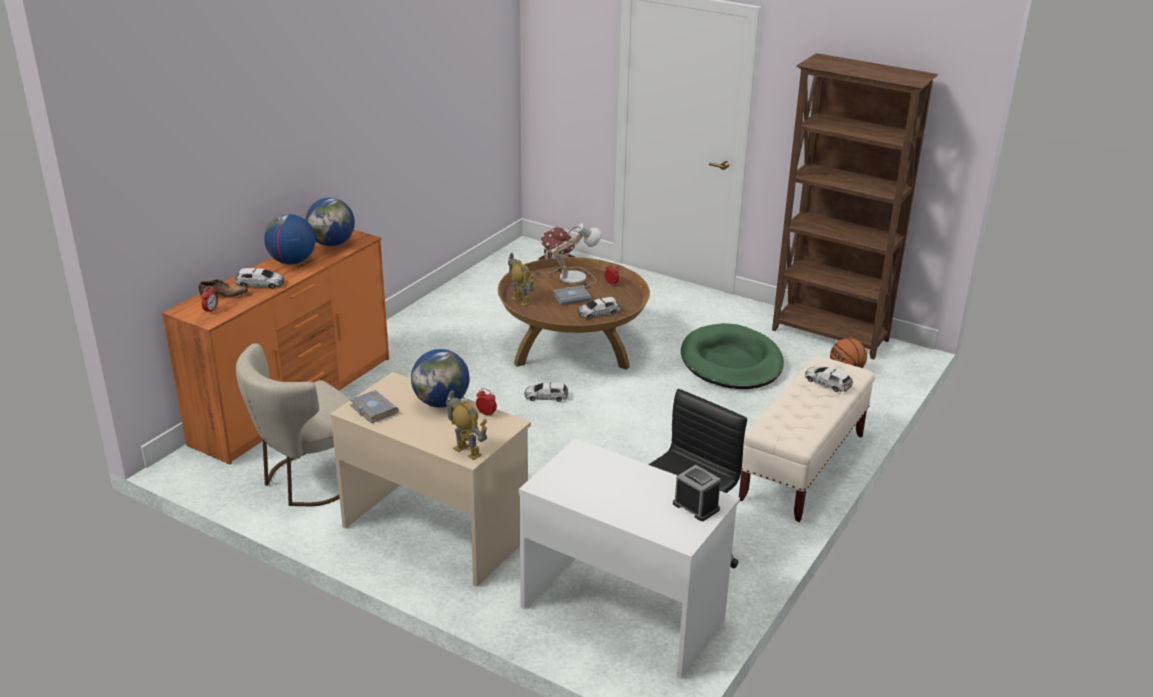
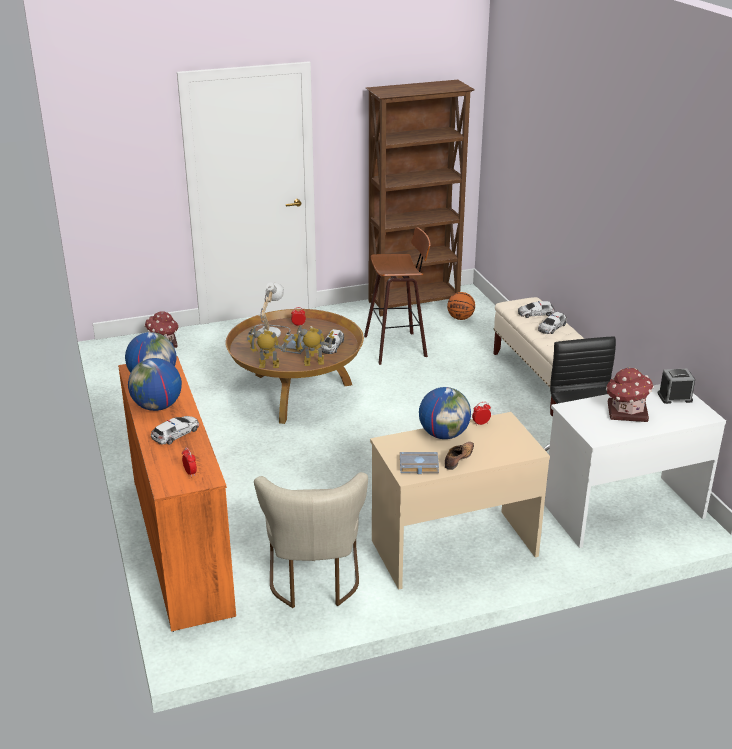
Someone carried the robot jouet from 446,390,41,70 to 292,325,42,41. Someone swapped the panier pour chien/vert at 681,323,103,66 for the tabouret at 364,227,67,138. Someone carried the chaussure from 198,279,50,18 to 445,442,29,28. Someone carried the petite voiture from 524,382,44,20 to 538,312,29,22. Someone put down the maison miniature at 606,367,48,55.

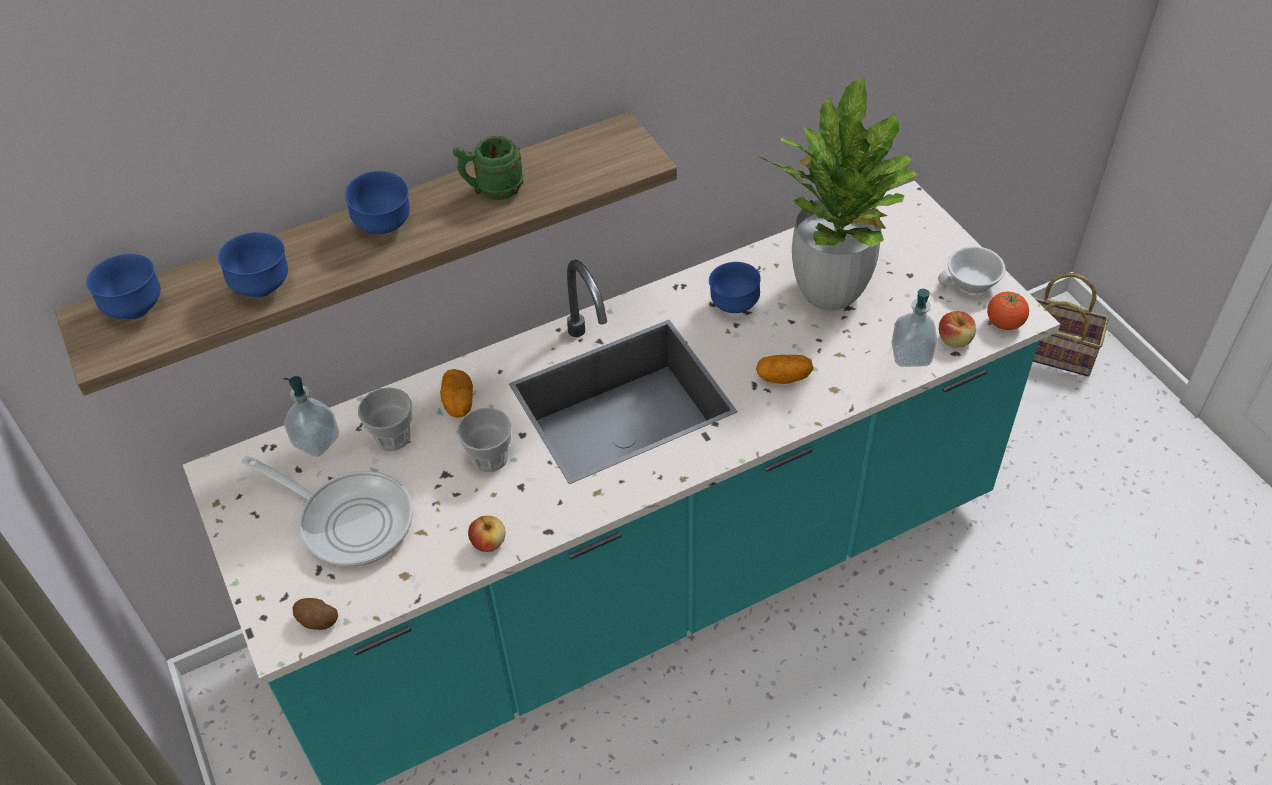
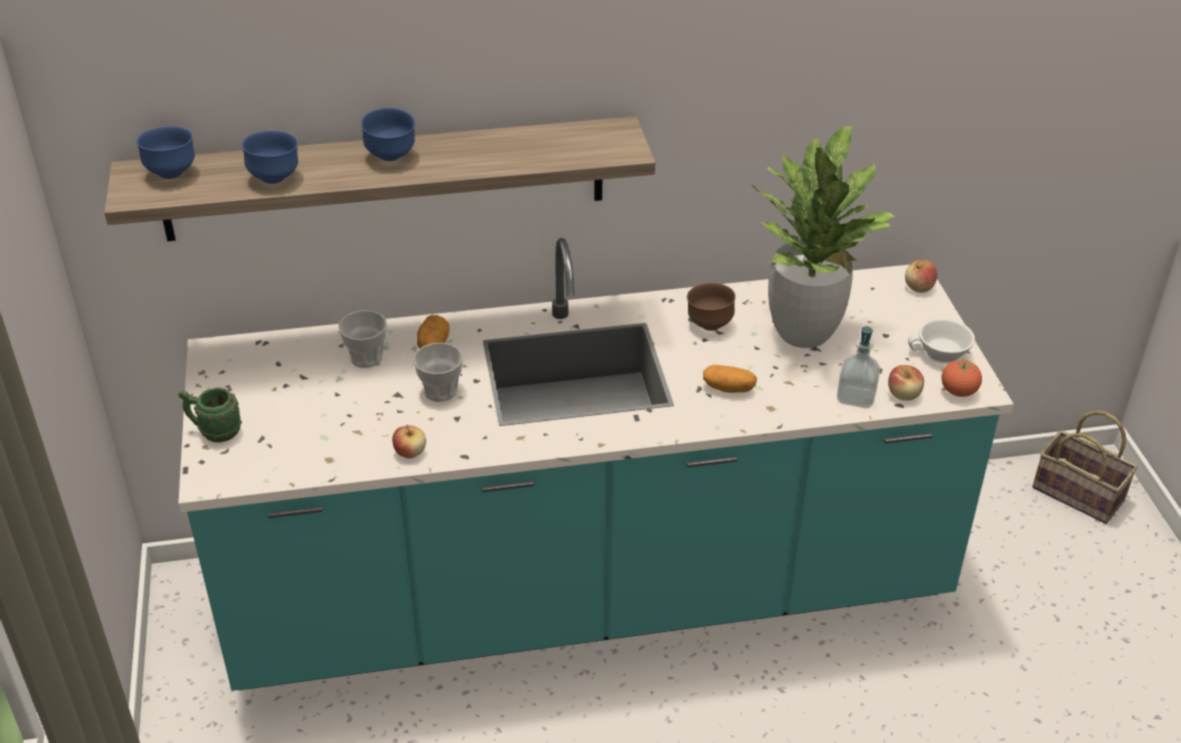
Someone carried the mug/vert from 453,136,70,64 to 178,387,64,55. Someone repainted the bol/bleu at 709,262,52,51, which became the bol/marron at 687,283,49,48. Someone put down the pomme at 905,260,32,33. Someone took away the poêle at 241,455,172,112. Someone took away the distributeur de savon at 283,376,56,81. Someone took away the pomme de terre at 293,598,45,32.

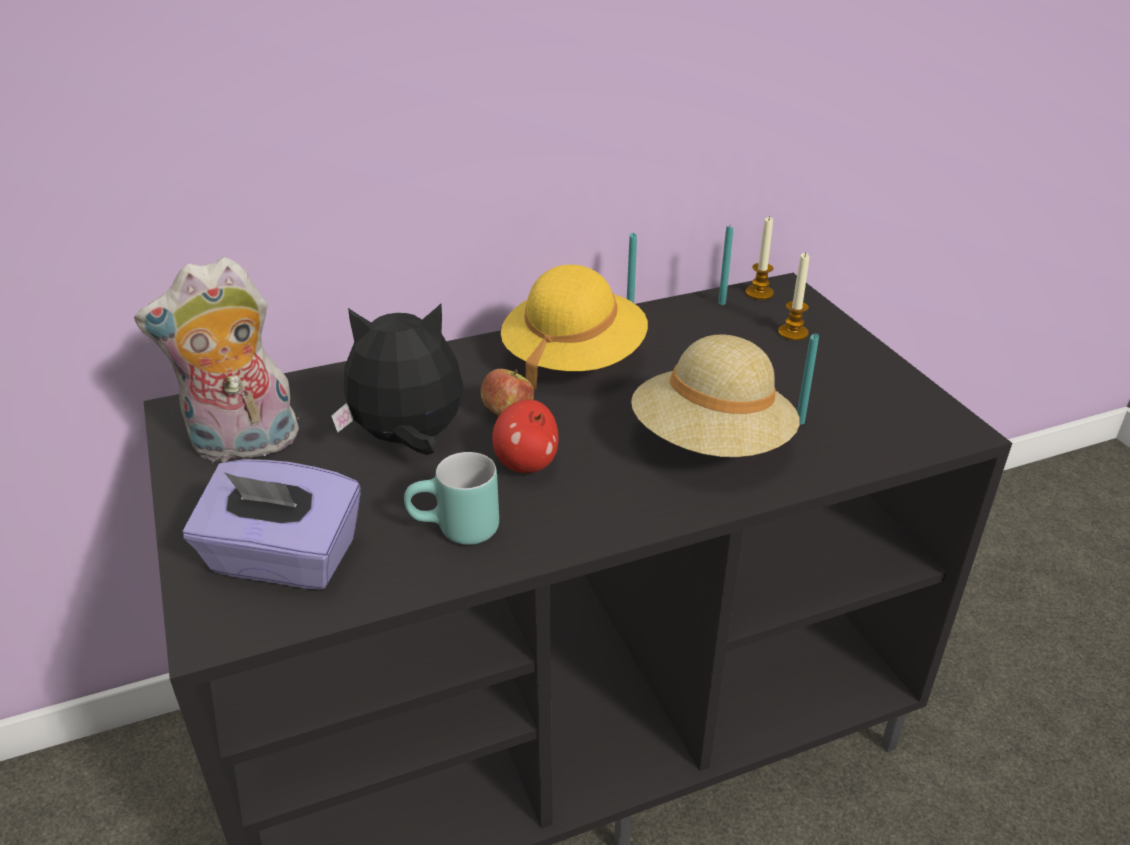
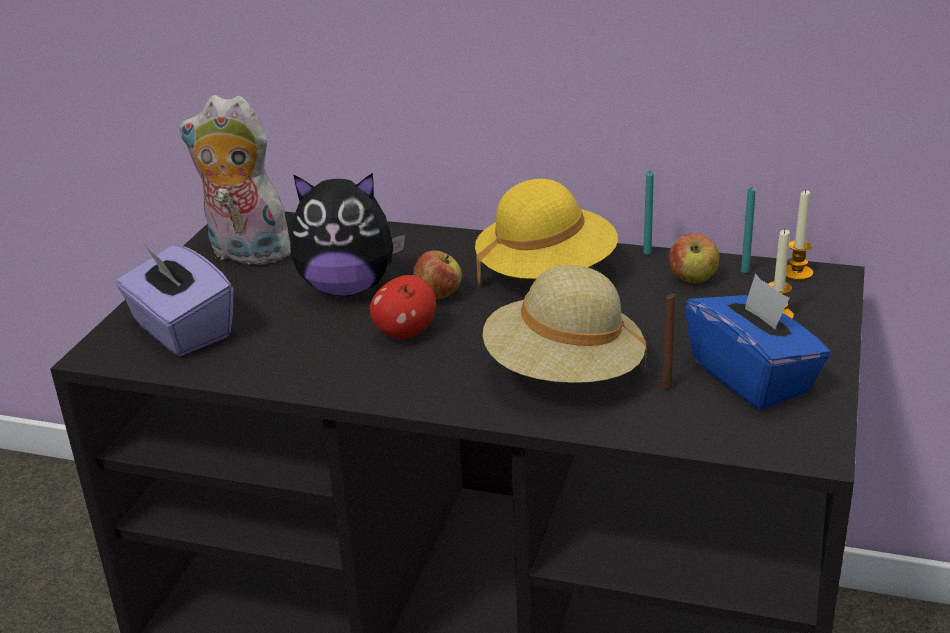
Someone rotated the peluche at 331,304,133,151 by 150 degrees clockwise. Someone repainted the bougie/turquoise at 797,334,22,91, which became the bougie/marron at 662,294,13,95. Someone put down the pomme at 669,233,50,50. Someone put down the boîte à mouchoirs/bleu at 685,273,146,137. Someone took away the mug/turquoise at 404,452,95,93.

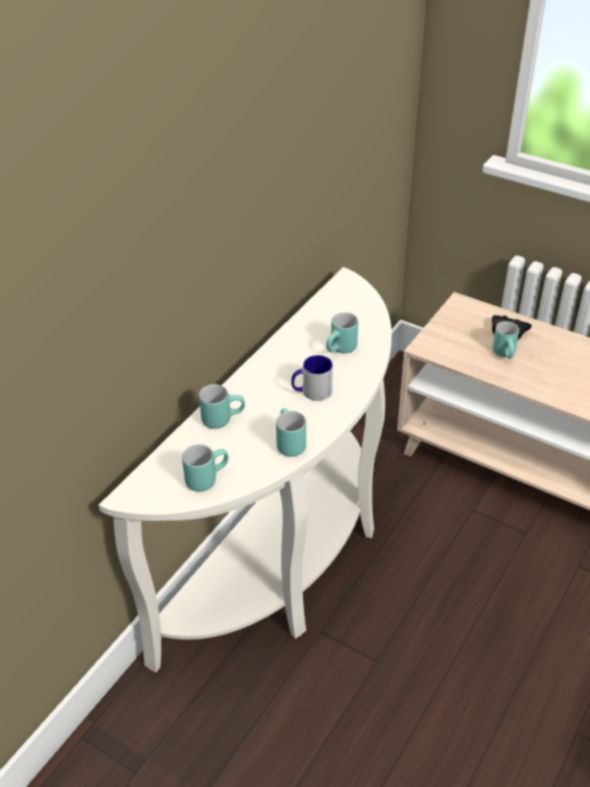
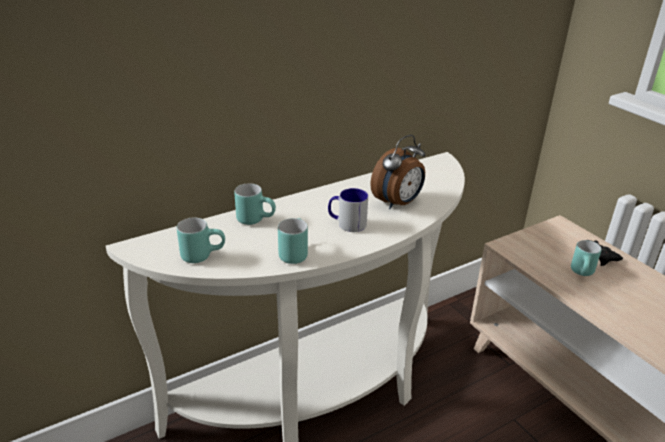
Someone swapped the mug/turquoise at 326,312,32,41 for the réveil at 370,135,55,74.

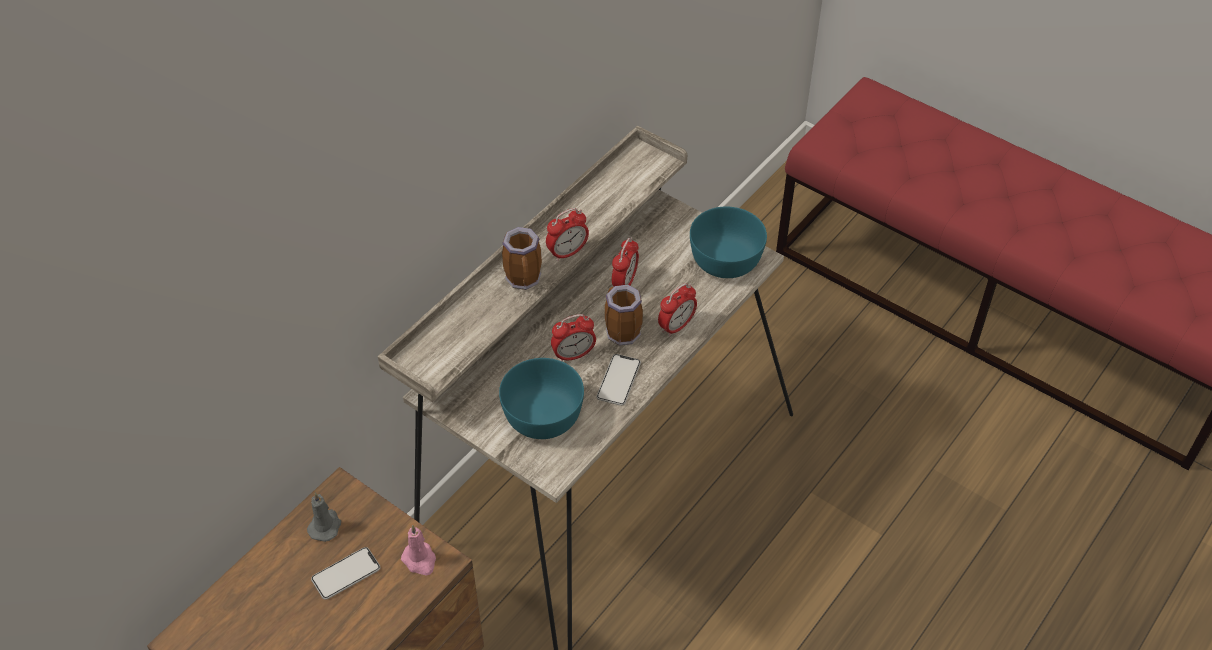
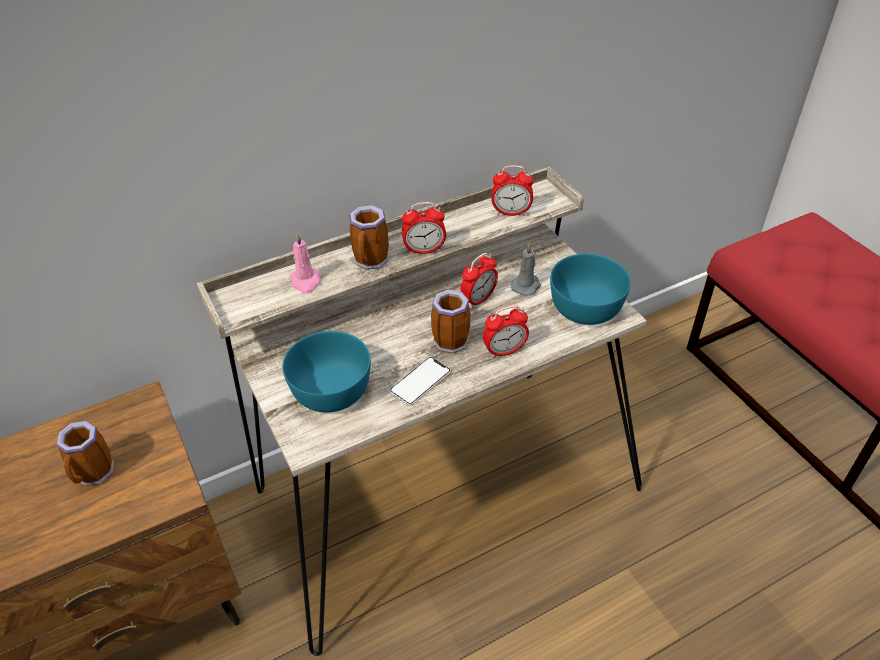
Someone swapped the téléphone at 311,547,70,53 for the mug at 57,421,57,65. Someone carried the bougie/rose from 401,525,35,51 to 290,233,30,61. Someone carried the réveil from 551,314,45,47 to 491,165,43,51. Someone carried the bougie/gris from 307,492,34,50 to 510,243,31,53.

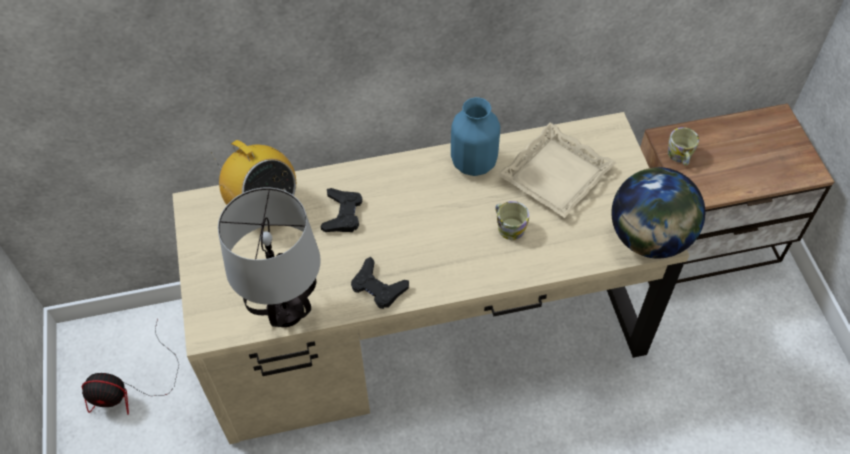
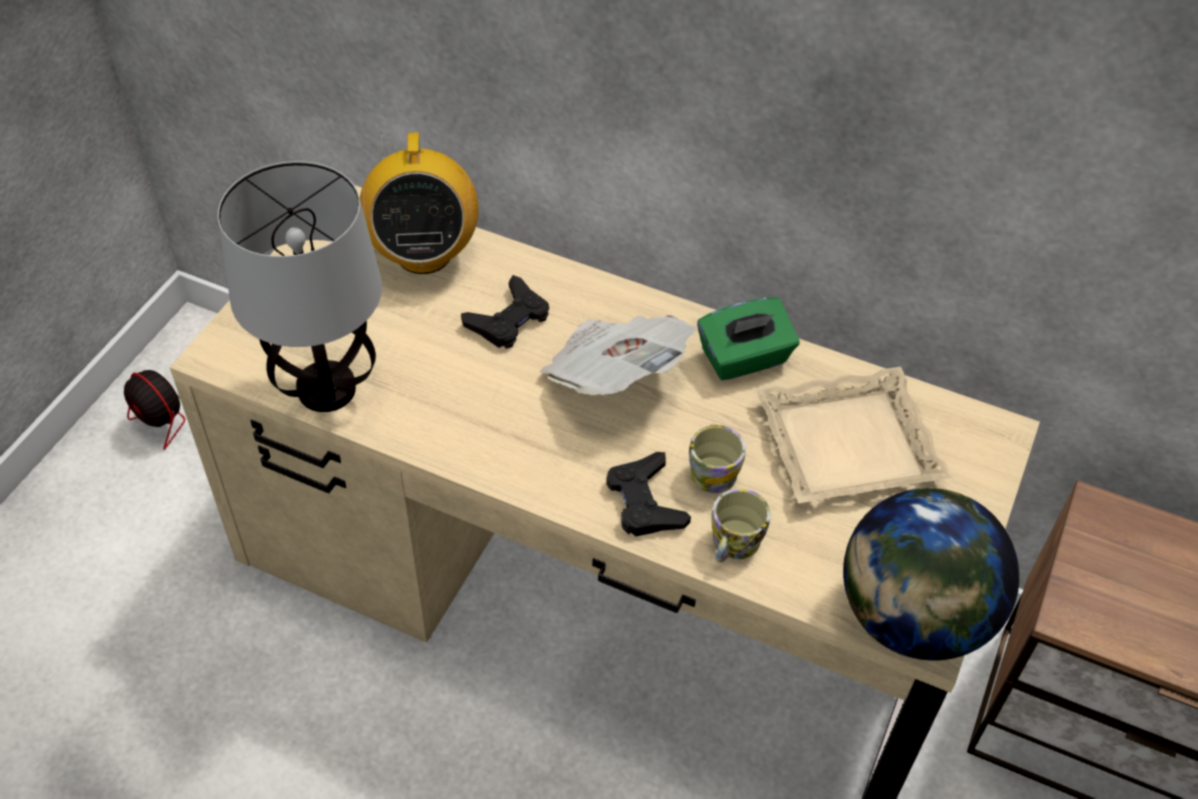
Someone put down the journal at 540,315,156,80. Someone carried the manette/noir from 351,257,58,52 to 606,452,85,85. Someone swapped the vase/bleu at 451,97,49,79 for the boîte à mouchoirs/vert at 697,298,103,82. Someone carried the mug from 668,127,31,39 to 711,489,59,73.

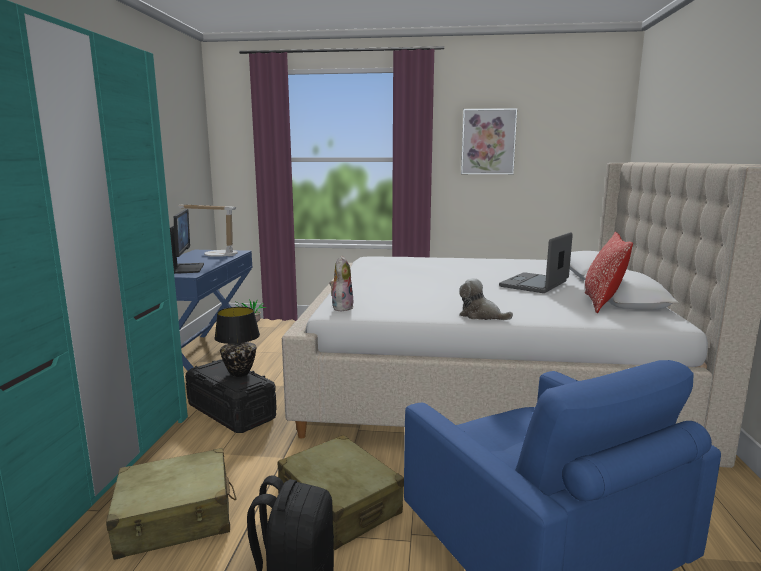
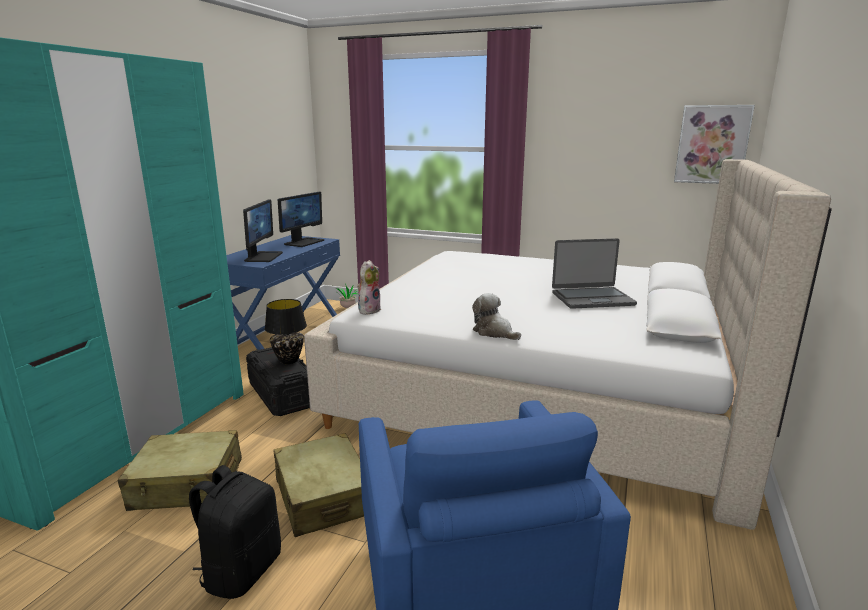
Someone swapped the lampe de table at 179,205,59,52 for the écran d'ordinateur at 278,192,46,55. Someone rotated the ordinateur portable at 499,232,74,61 by 150 degrees counterclockwise. Someone carried the tableau from 461,108,56,66 to 674,105,81,79. Someone took away the coussin at 585,232,48,81.

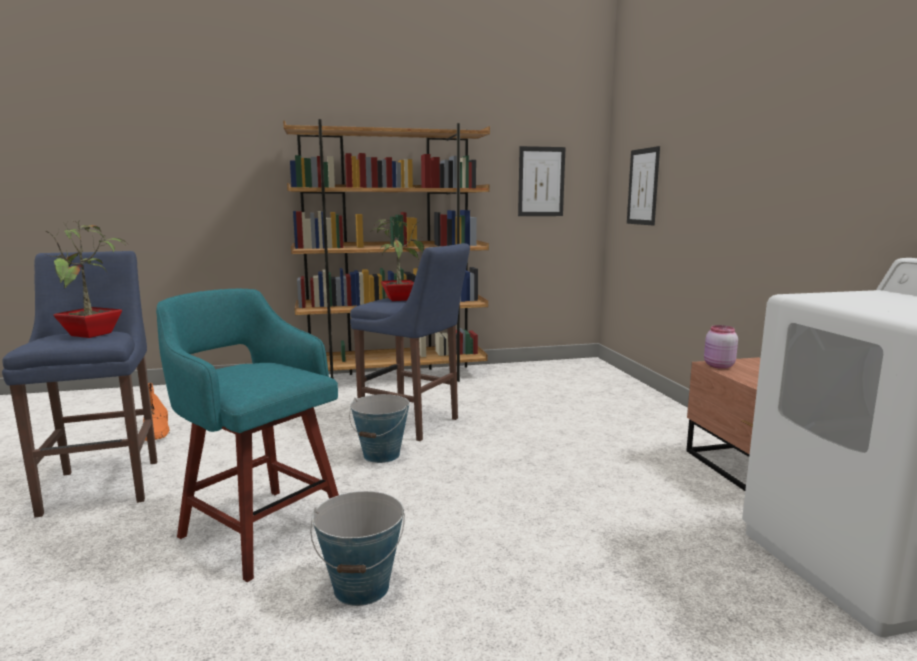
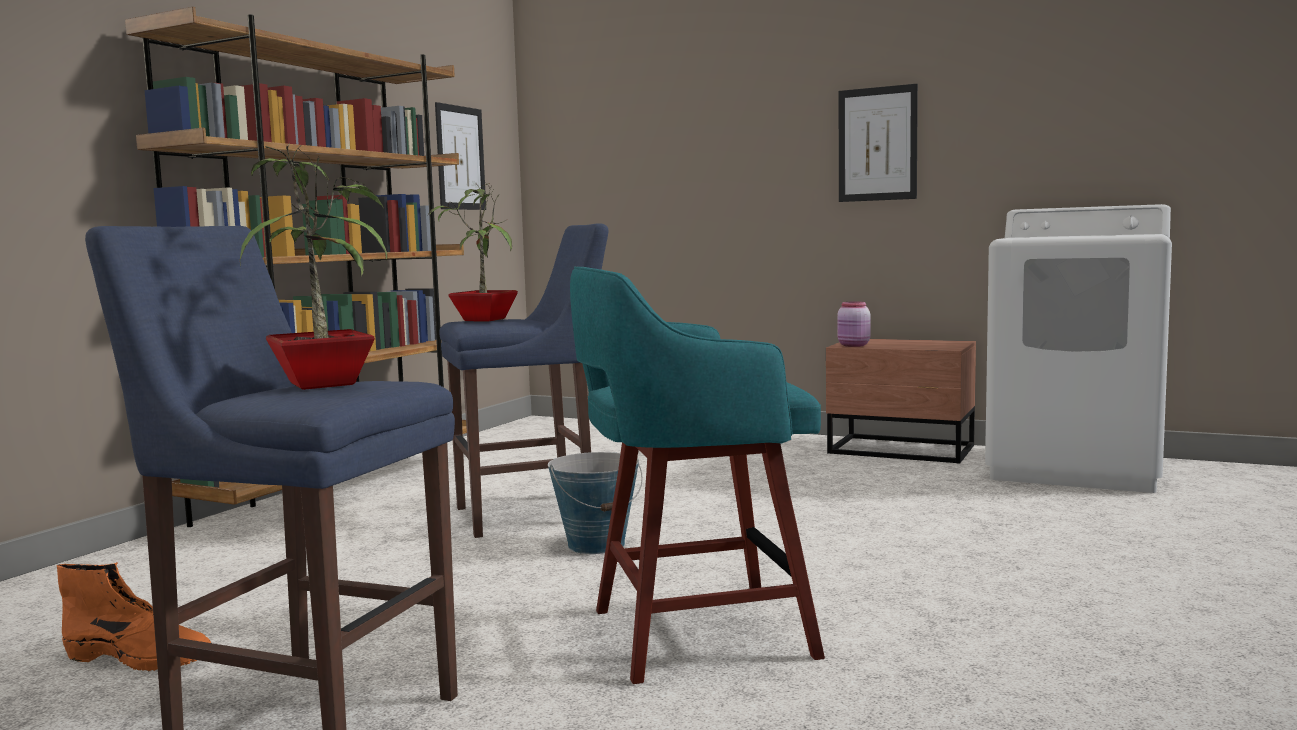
Someone carried the tableau from 627,146,33,80 to 839,84,79,118. Someone took away the seau at 310,491,95,115.

